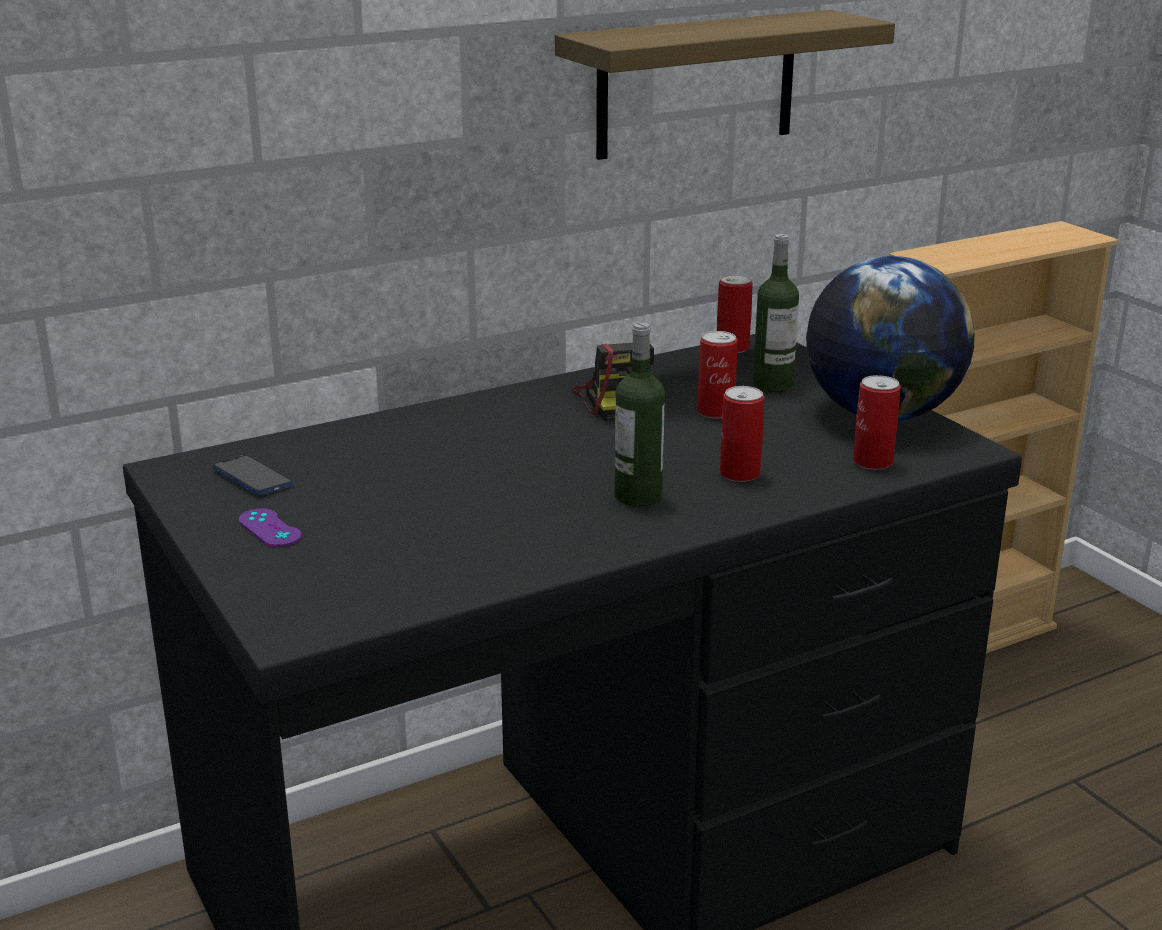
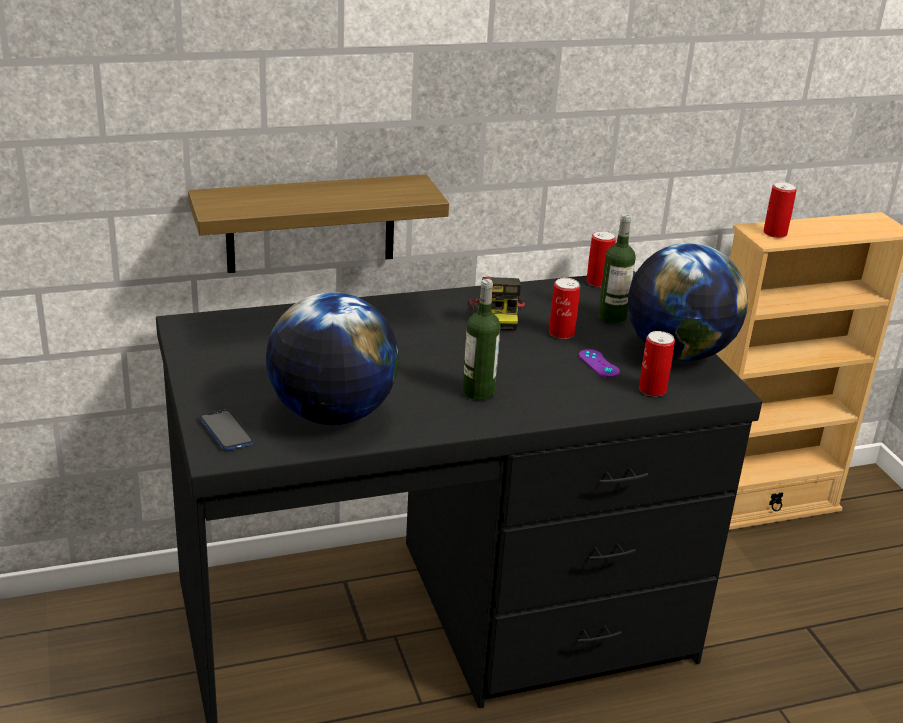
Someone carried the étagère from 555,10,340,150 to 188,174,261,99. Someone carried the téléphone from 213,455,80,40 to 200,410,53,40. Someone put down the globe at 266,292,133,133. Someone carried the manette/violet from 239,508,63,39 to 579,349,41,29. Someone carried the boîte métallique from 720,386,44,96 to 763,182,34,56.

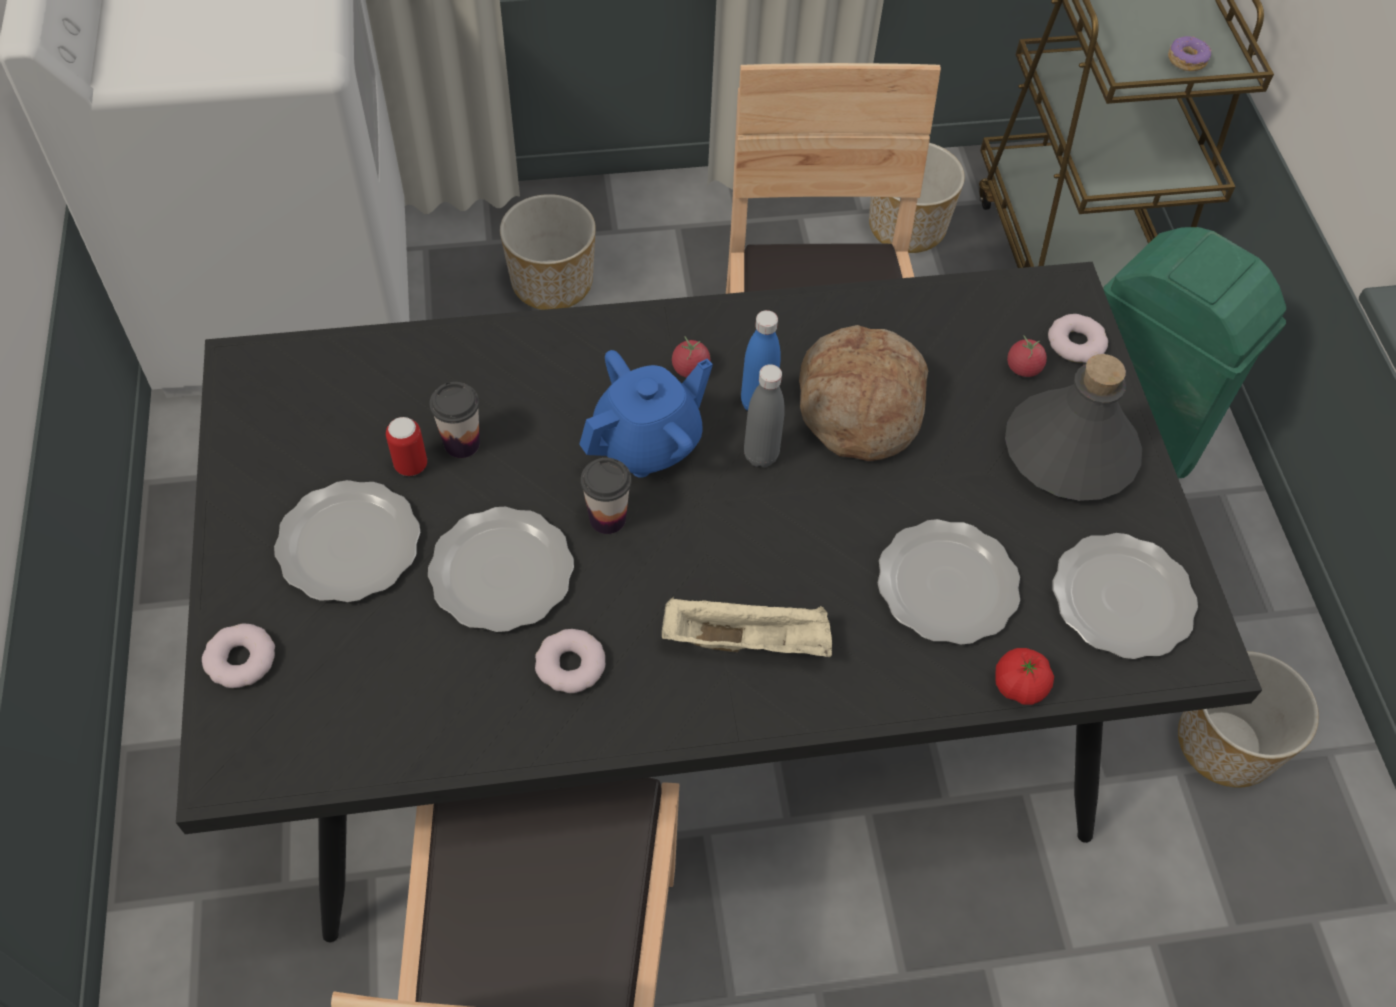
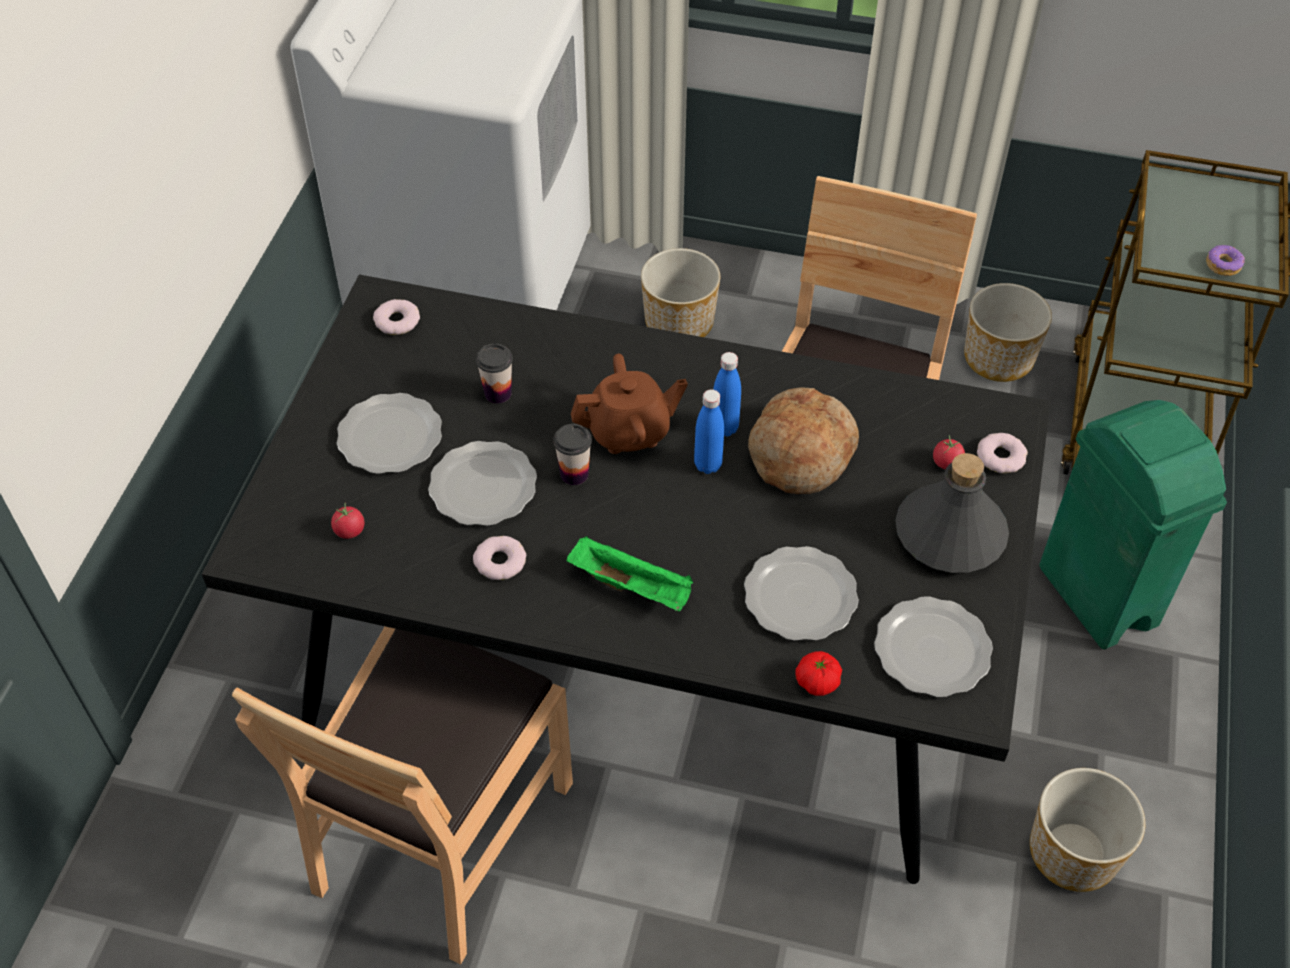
Someone carried the tomate from 672,336,38,42 to 331,503,34,36. Someone carried the beignet from 202,624,73,64 to 373,299,47,36. Someone repainted the plateau/beige at 662,597,170,60, which became the plateau/vert at 566,536,127,76. Someone repainted the théière/bleu at 579,350,134,128, which became the théière/marron at 571,354,117,100. Someone repainted the bouteille/gris at 744,364,41,103, which became the bouteille/bleu at 694,389,30,85. Someone took away the boîte métallique at 386,417,41,59.

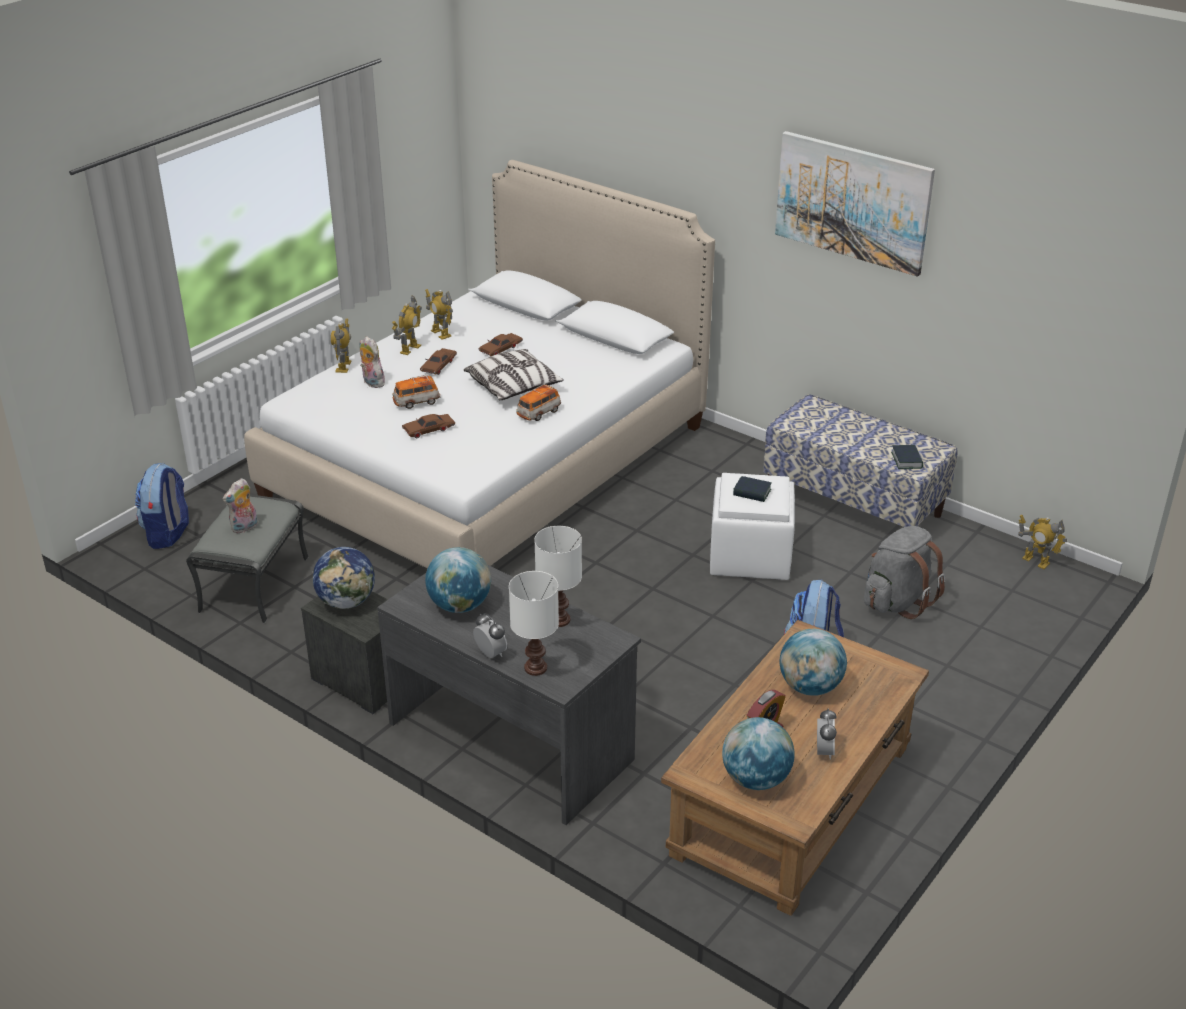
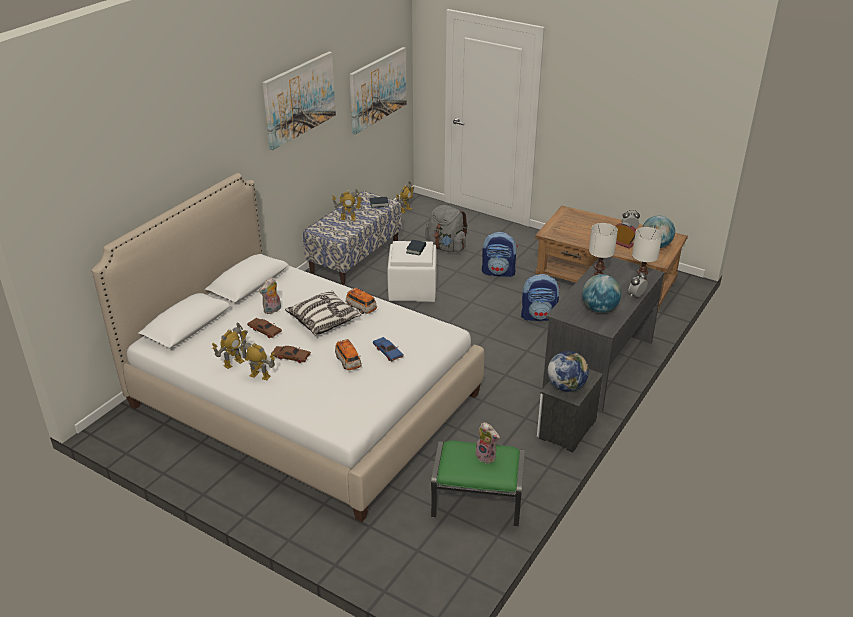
Someone carried the peluche from 359,336,26,52 to 259,277,22,37. Someone carried the robot jouet from 331,319,20,54 to 332,189,31,32. Someone put up the tableau at 350,47,56,88. Someone repainted the petite voiture/marron at 402,414,53,24, which became the petite voiture/bleu at 373,337,31,24. Someone repainted the pouf/gris at 186,494,122,129, which became the pouf/vert at 431,440,94,87. Someone carried the sac à dos from 135,463,54,86 to 521,274,39,47. Someone took away the globe at 780,629,67,67.

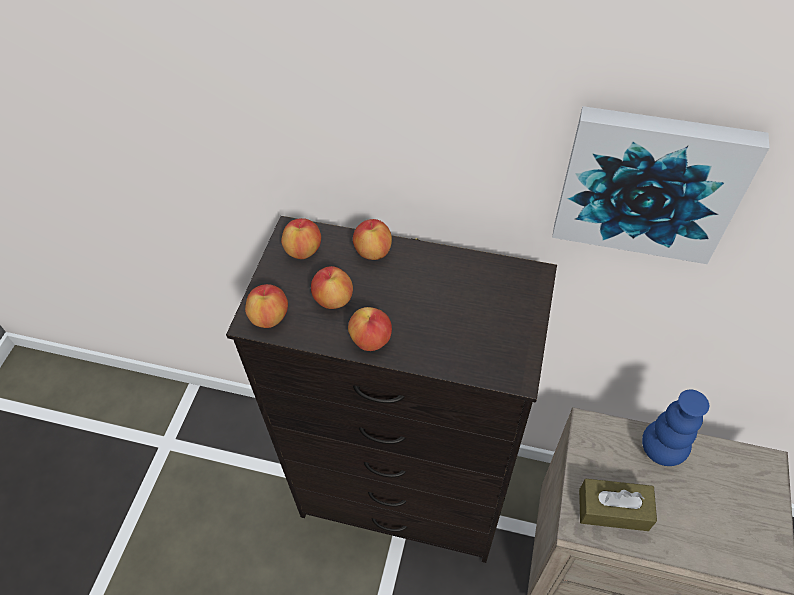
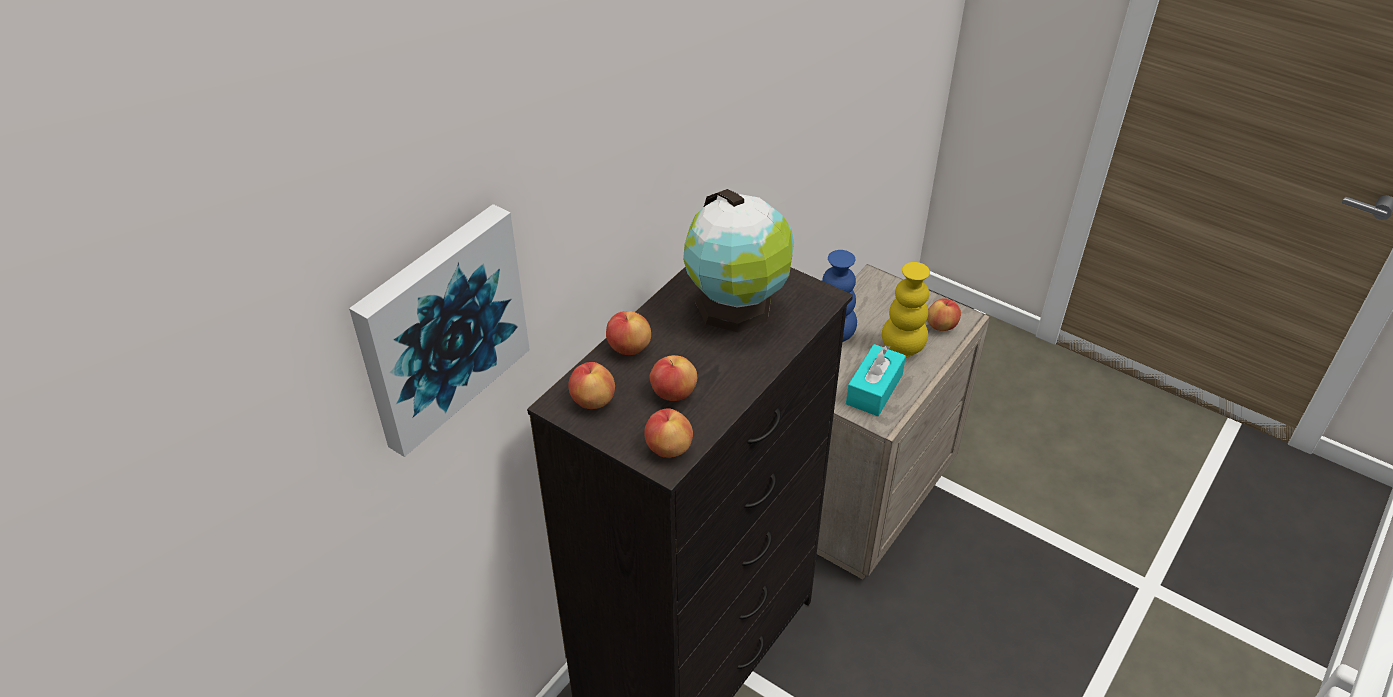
Someone carried the tableau from 552,106,217,158 to 349,204,181,253. Someone put down the globe at 683,189,111,144. Someone repainted the boîte à mouchoirs/marron at 579,478,78,53, which became the boîte à mouchoirs/turquoise at 846,344,60,72. Someone put down the vase/jaune at 882,262,48,95. Someone carried the pomme from 348,307,44,44 to 927,298,34,33.

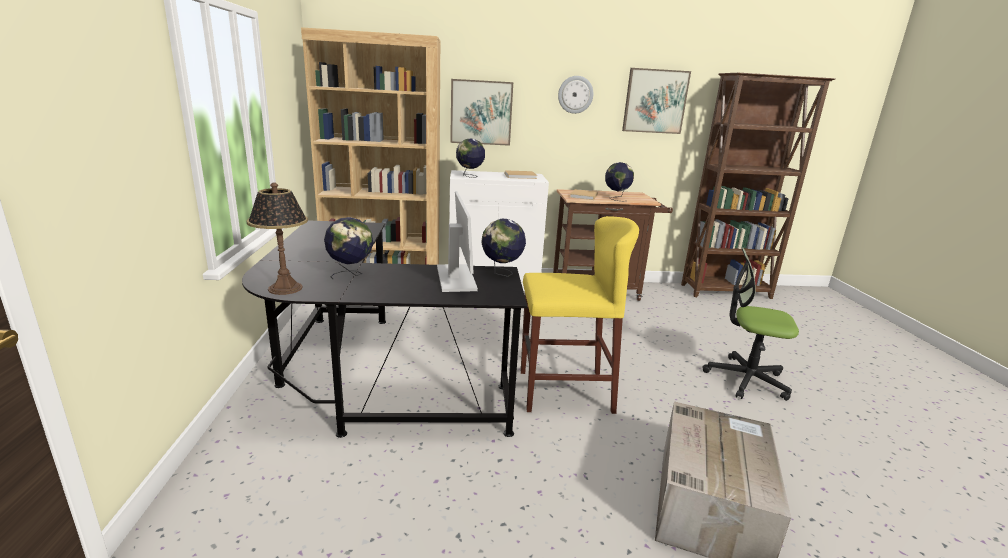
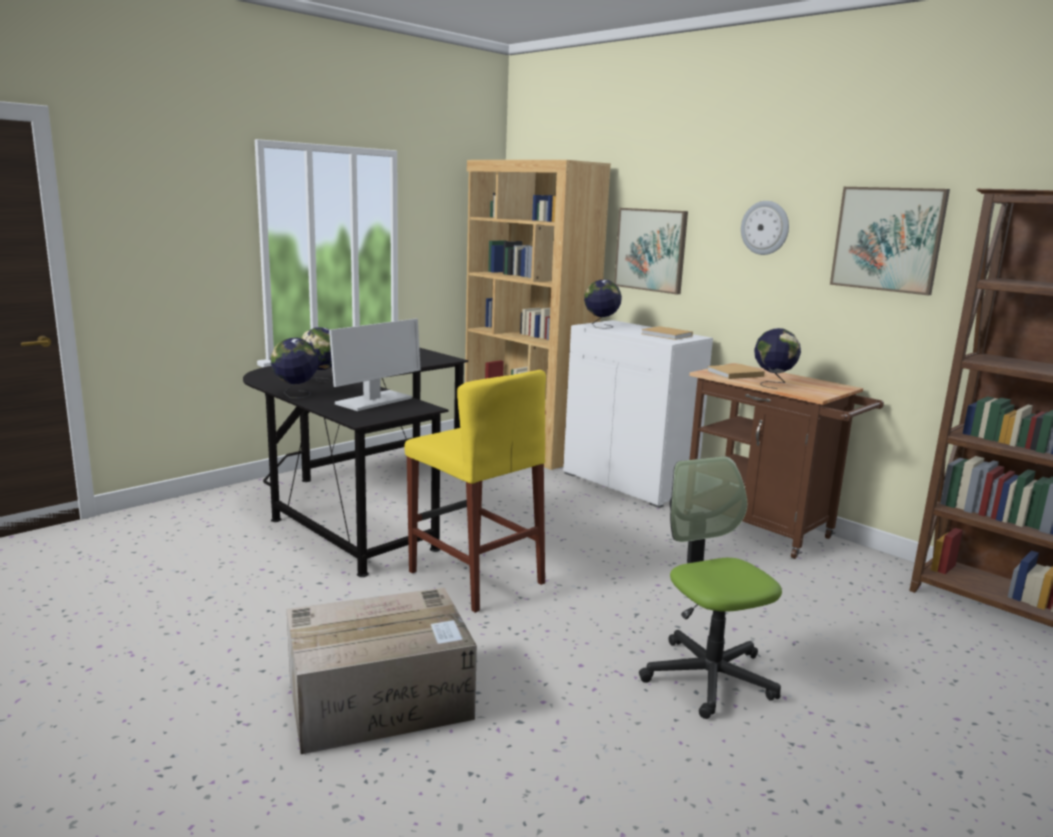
Someone carried the globe from 482,219,44,58 to 271,338,47,60. Someone took away the lampe de table at 246,183,62,112.

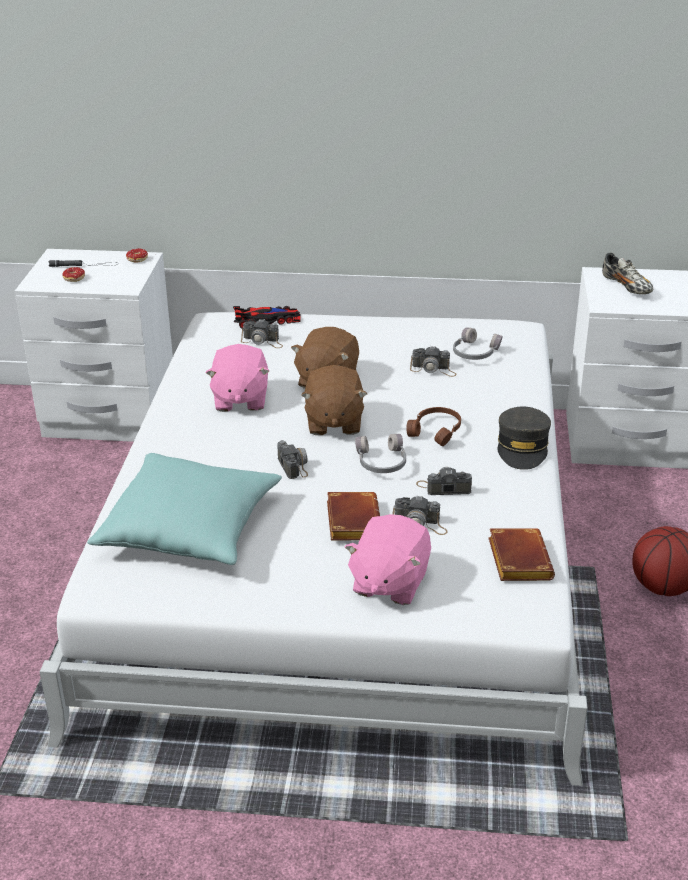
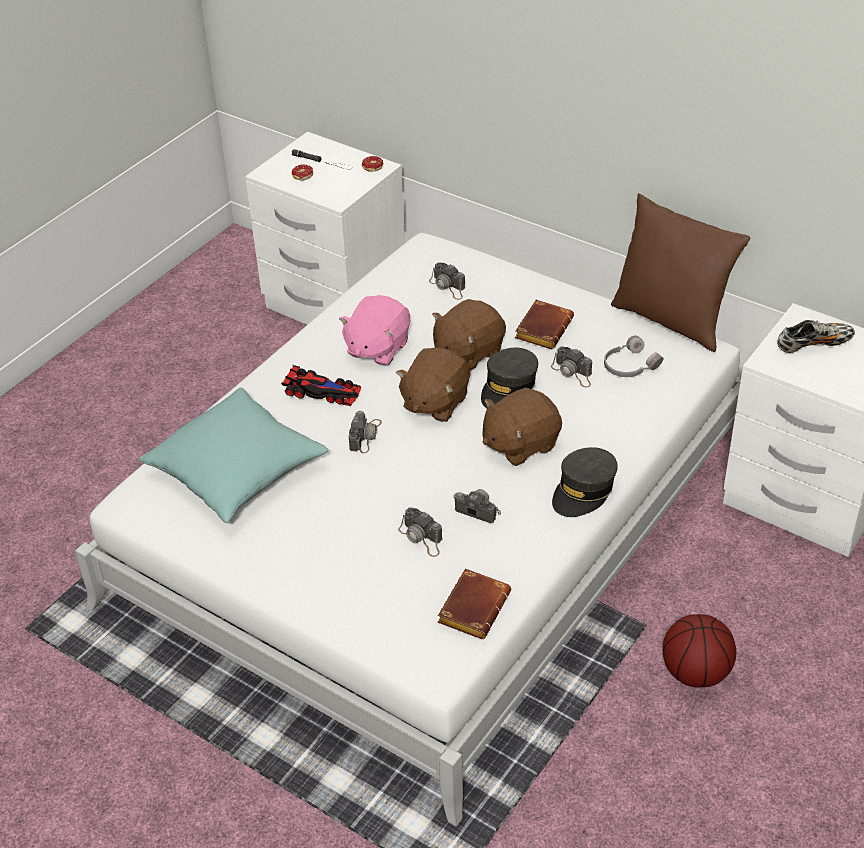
Someone carried the petite voiture from 233,306,68,22 to 281,365,81,41. Someone put down the casquette/gris at 481,348,57,60. Someone swapped the casque audio/marron at 406,407,55,39 for the peluche/marron at 483,388,79,78. Someone carried the livre/marron from 327,492,53,48 to 515,300,59,49. Someone put down the coussin/marron at 611,193,139,159. Someone rotated the chaussure at 602,253,51,41 by 105 degrees counterclockwise. Someone took away the peluche/rose at 345,514,86,91. Someone took away the casque audio/gris at 355,434,51,39.

